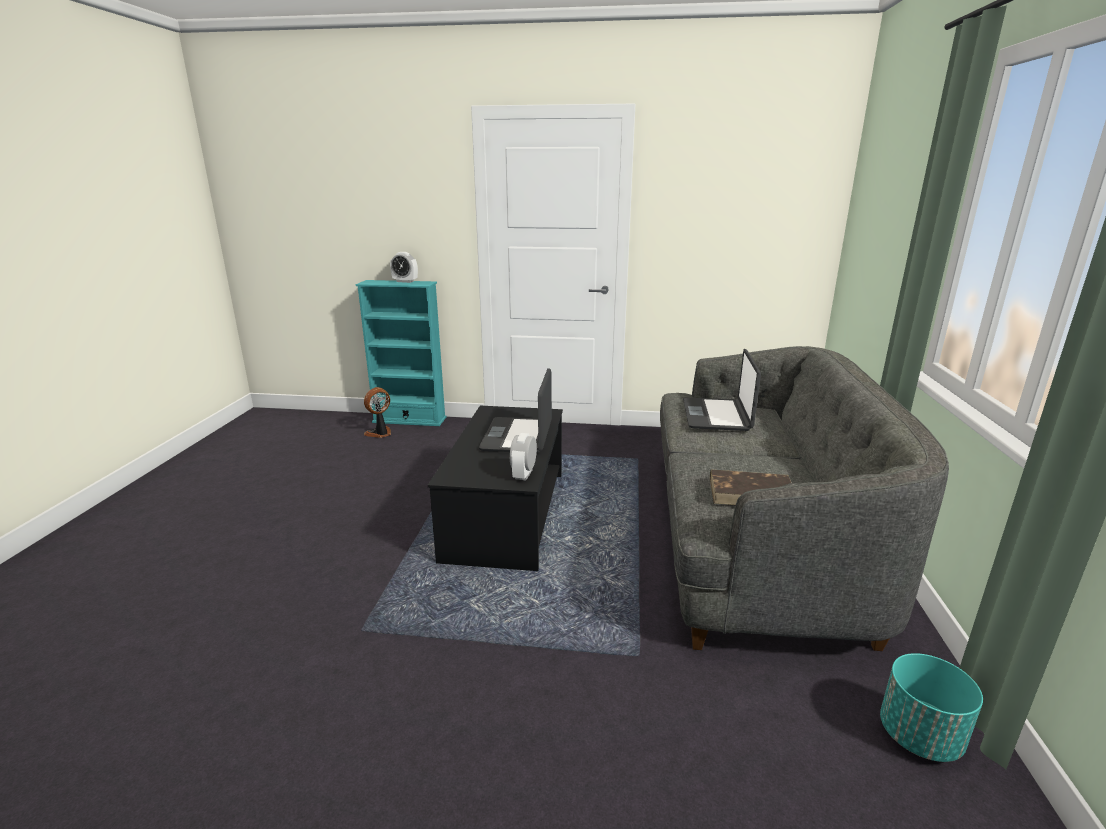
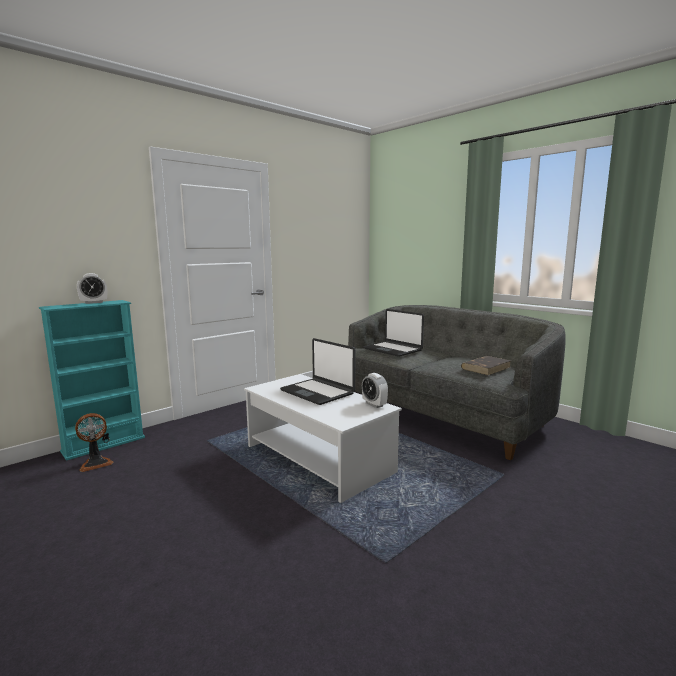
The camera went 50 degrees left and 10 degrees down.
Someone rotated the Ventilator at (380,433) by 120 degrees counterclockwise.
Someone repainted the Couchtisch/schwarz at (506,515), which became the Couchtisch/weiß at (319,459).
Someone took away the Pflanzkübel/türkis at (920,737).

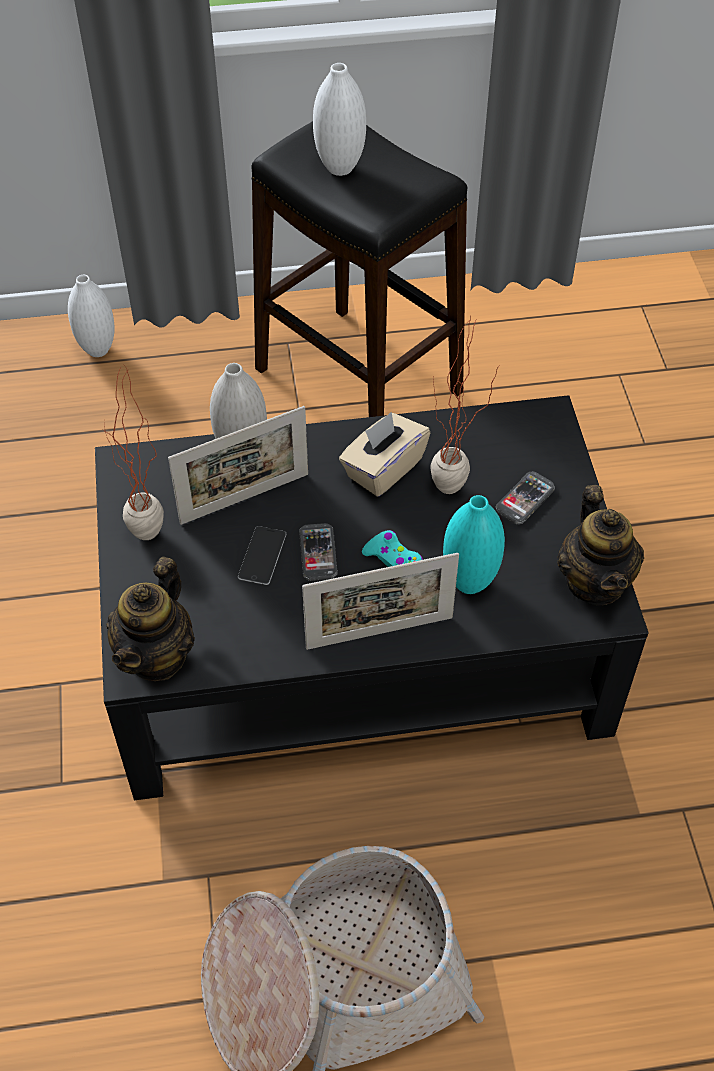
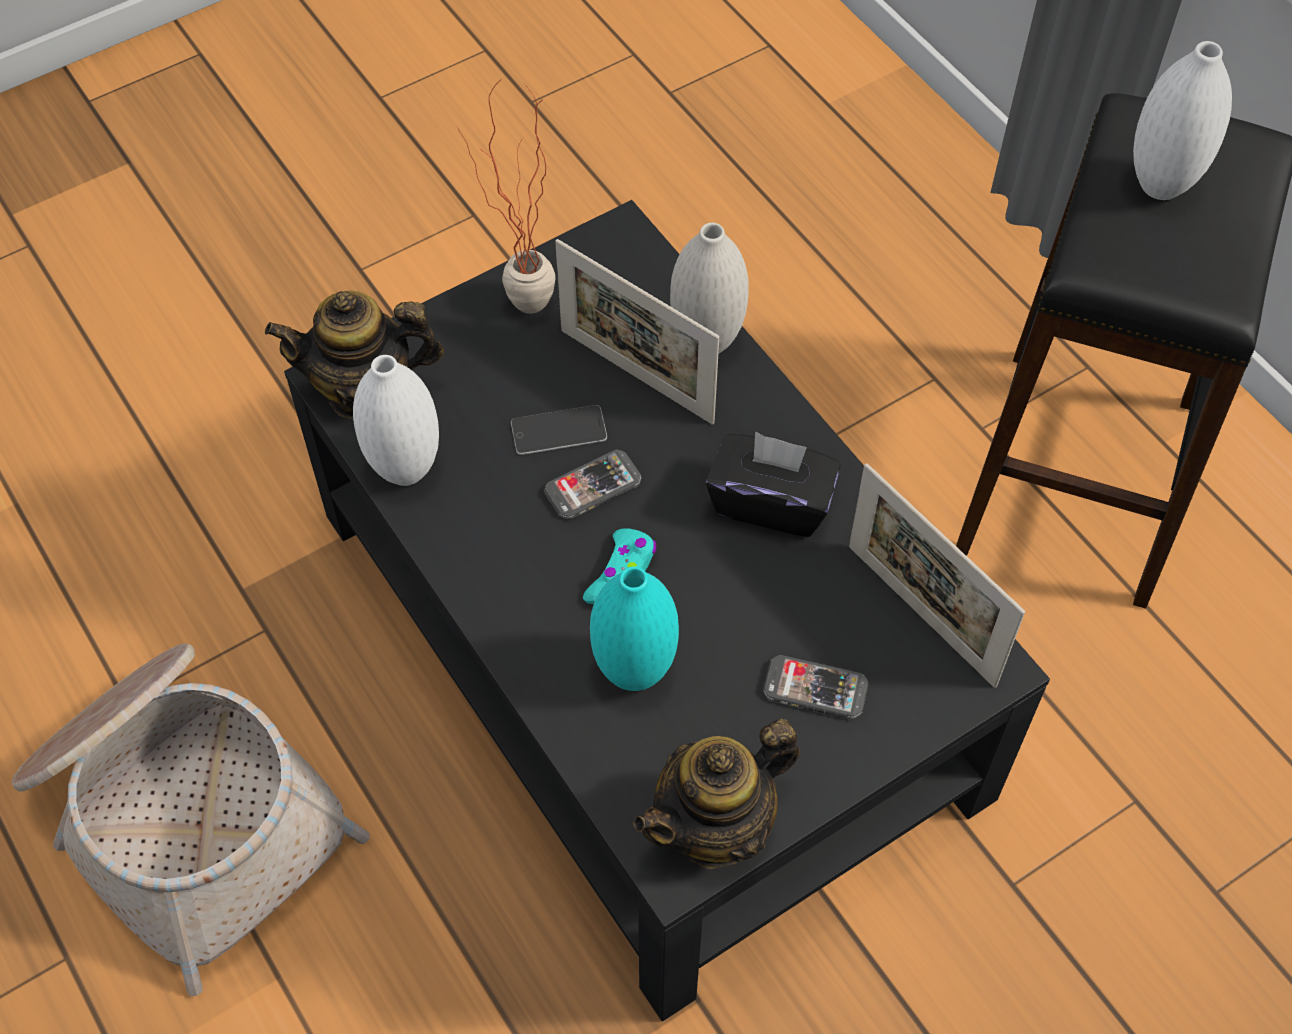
The camera went 65 degrees right and 5 degrees up.
Someone carried the Vase/weiß from (98,350) to (406,470).
Someone took away the Topfpflanze at (453,496).
Someone repainted the Taschentuchbox/beige at (383,468), which became the Taschentuchbox/schwarz at (771,502).
Someone carried the Bilderrahmen from (379,633) to (921,614).

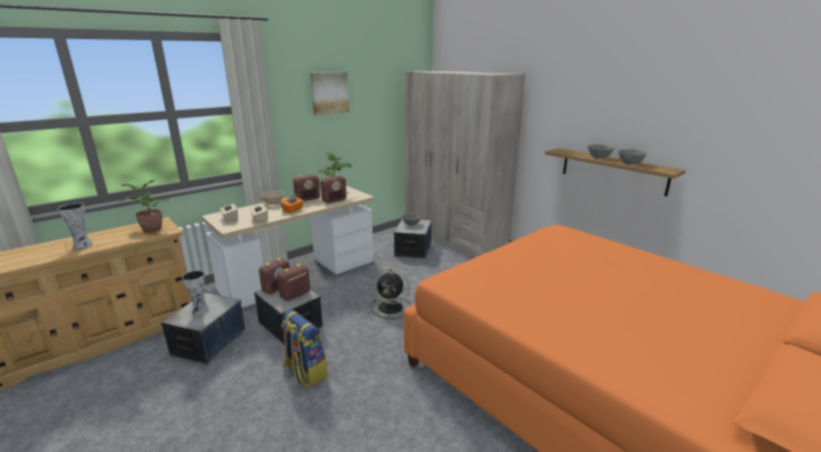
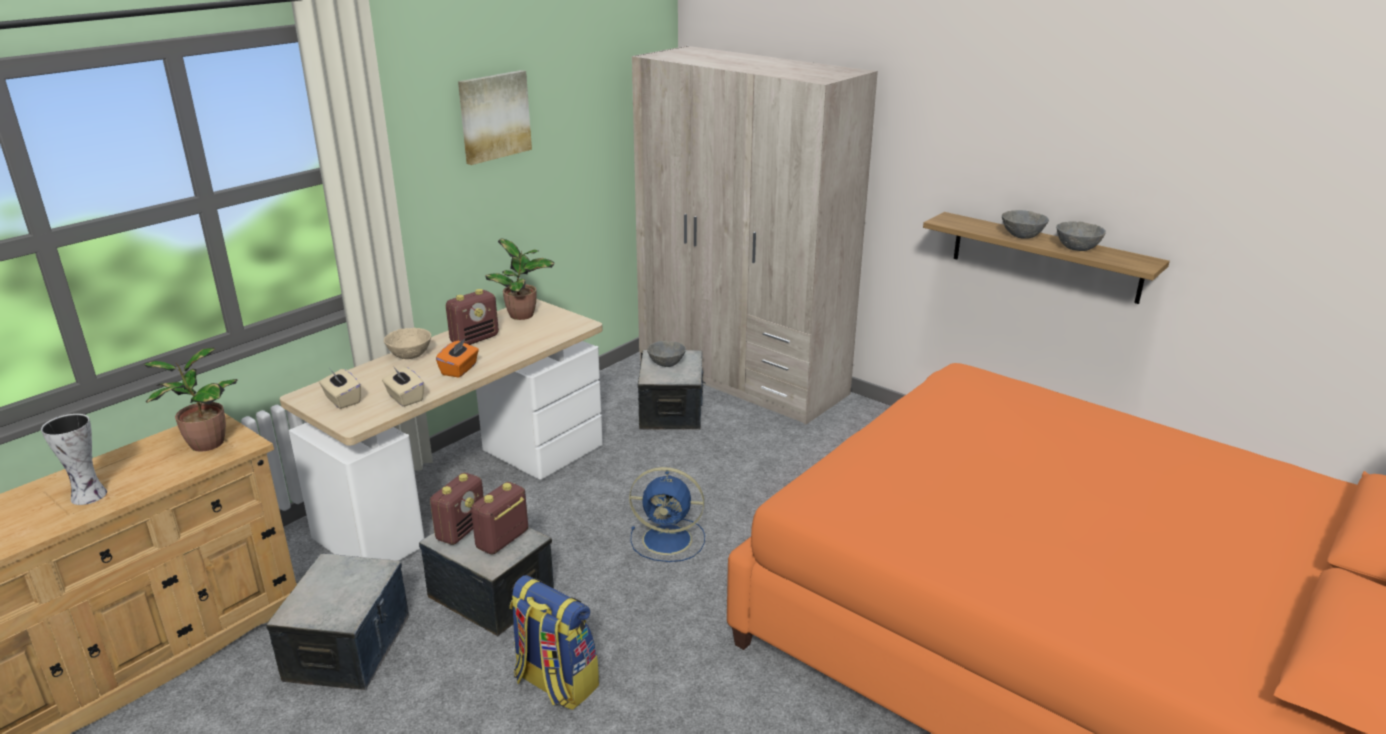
The camera went 10 degrees left and 5 degrees up.
Someone took away the Radio at (334,200).
Someone repainted the Ventilator/schwarz at (391,308), which became the Ventilator/blau at (669,540).
Someone took away the Vase at (201,310).

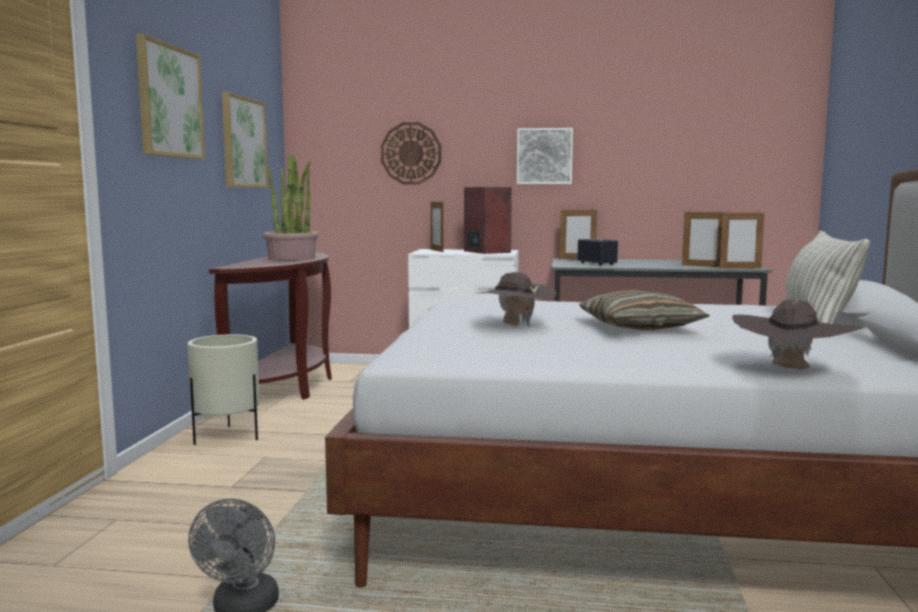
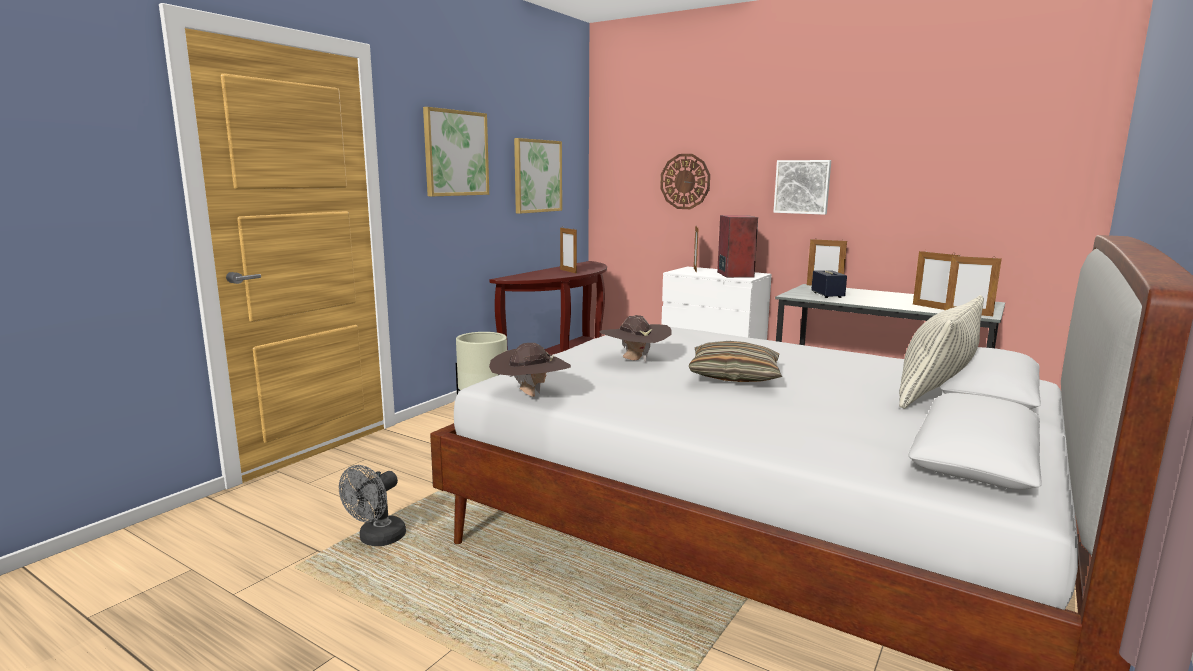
The camera went 25 degrees right and 5 degrees up.
Someone swapped the Topfpflanze at (292,258) for the Bilderrahmen at (568,271).
Someone carried the Hut/braun from (791,371) to (530,396).

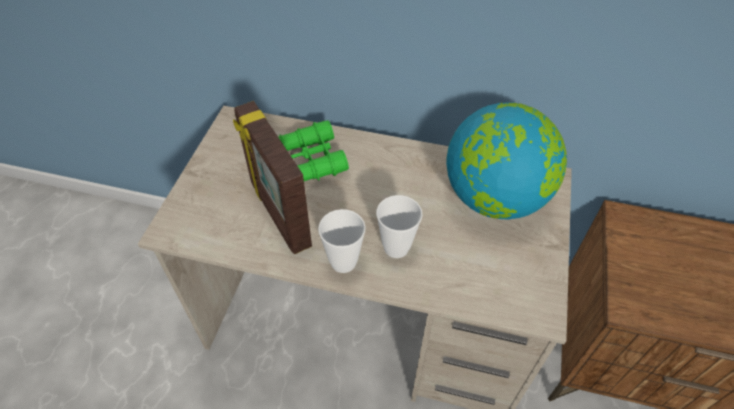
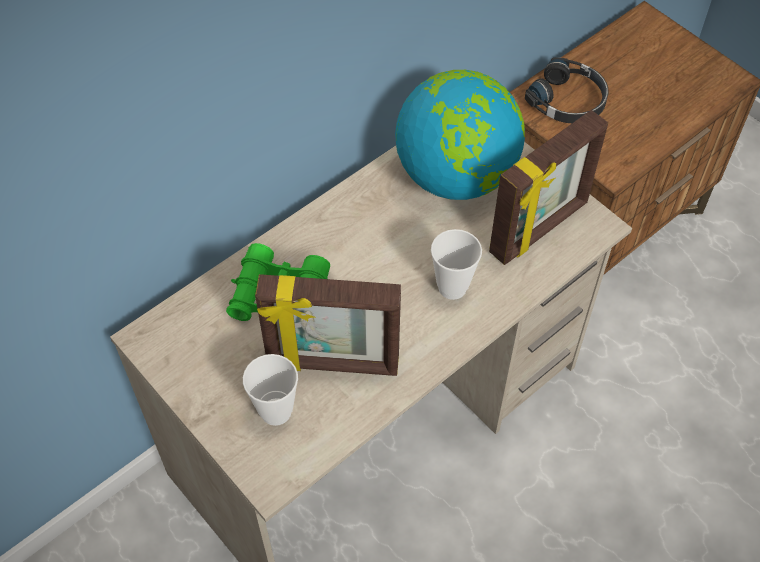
The camera went 55 degrees left and 5 degrees up.
Someone carried the Tasse from (343,262) to (276,411).
Someone put down the Kopfhörer/schwarz at (568,101).
Someone put down the Bilderrahmen at (540,229).

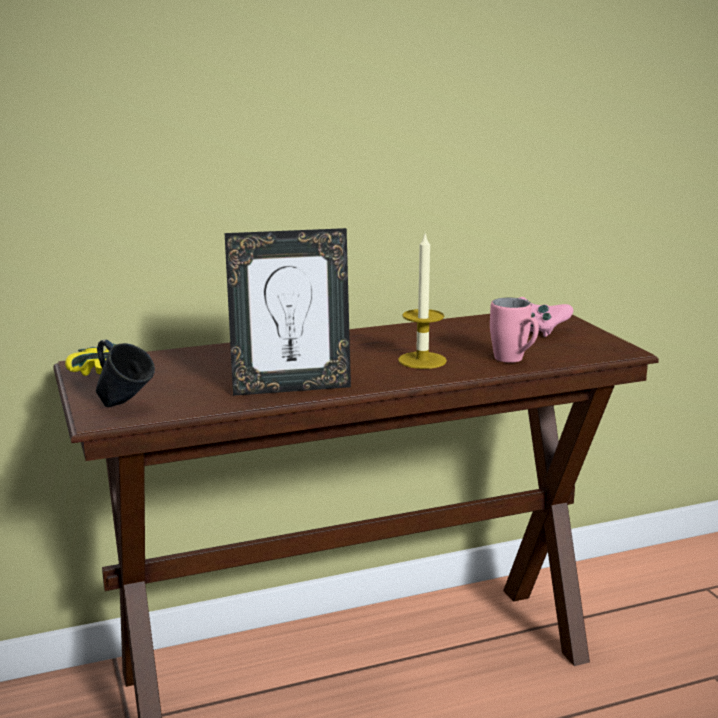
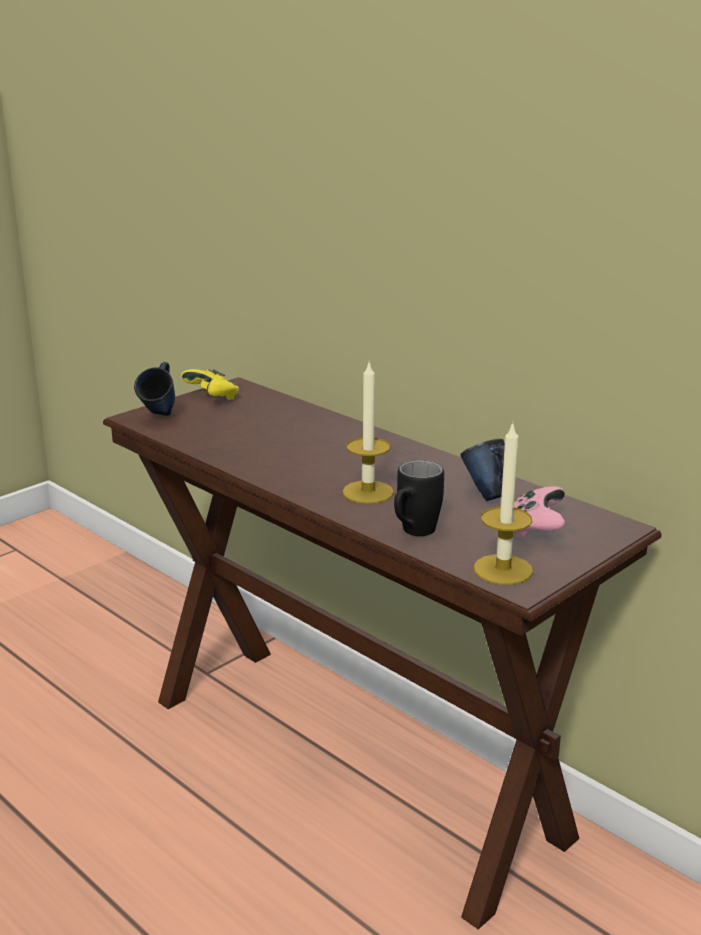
The camera went 65 degrees right and 5 degrees up.
Someone took away the Bilderrahmen at (291,387).
Someone repainted the Henkelbecher/rosa at (514,361), which became the Henkelbecher/schwarz at (413,533).
Someone put down the Kerze at (503,569).
Someone put down the Henkelbecher/blau at (487,496).

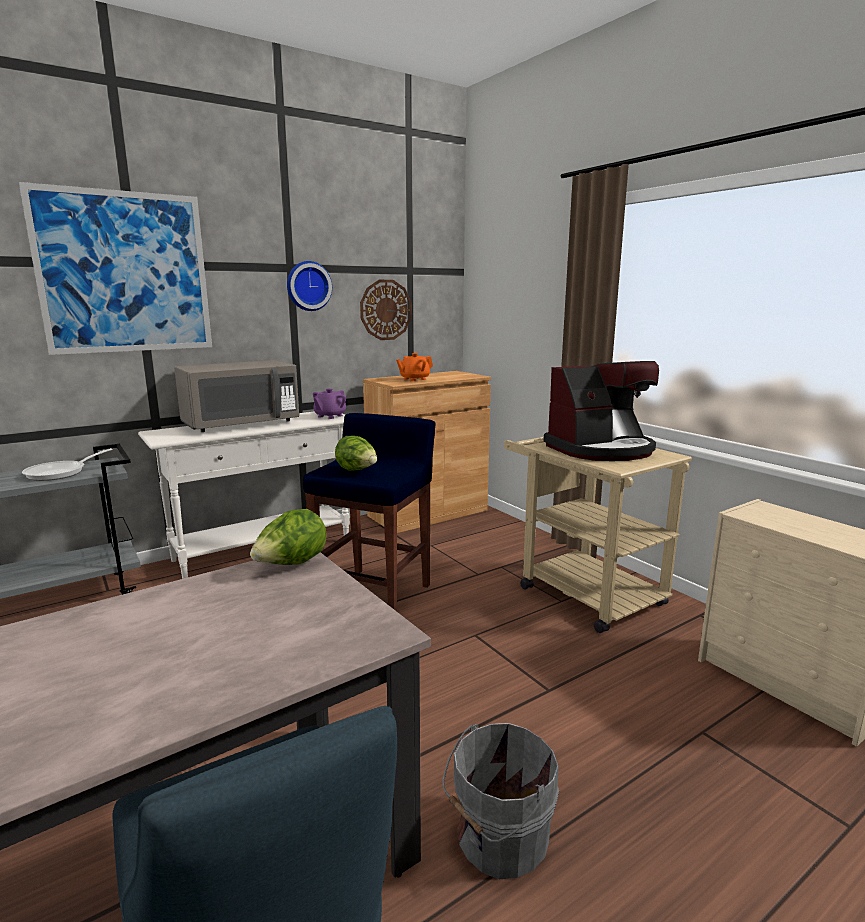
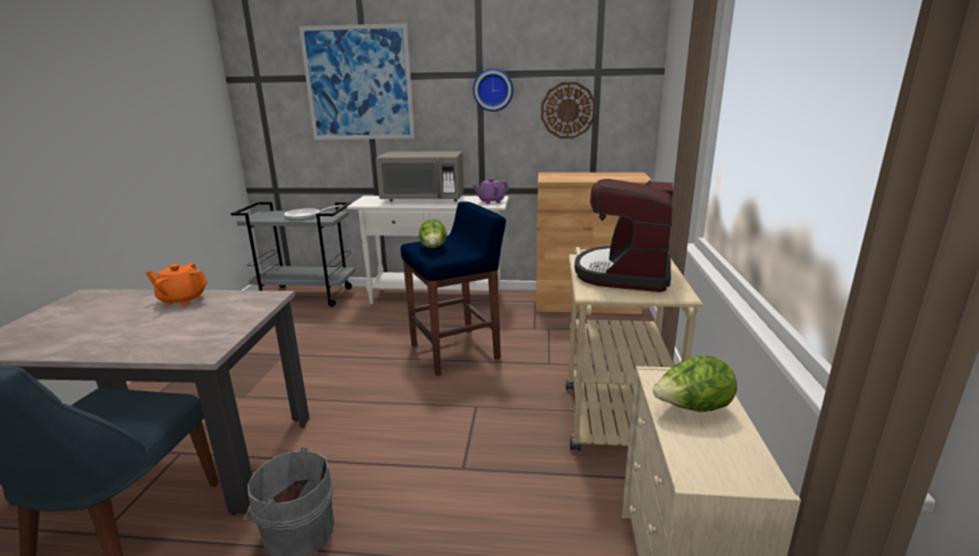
The camera went 40 degrees right and 5 degrees up.
Someone carried the Teekanne/orange from (414,379) to (182,300).
Someone rotated the Kaffeemaschine at (601,449) by 90 degrees clockwise.
Someone carried the Salatkopf from (291,565) to (692,409).

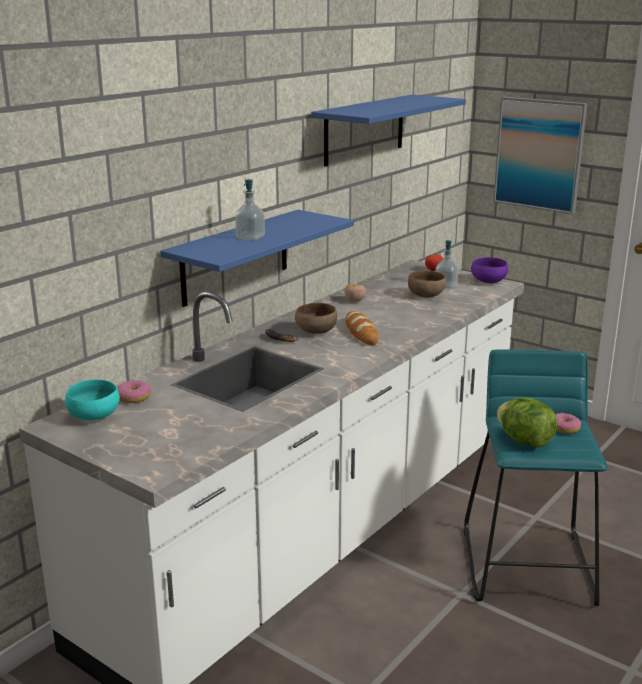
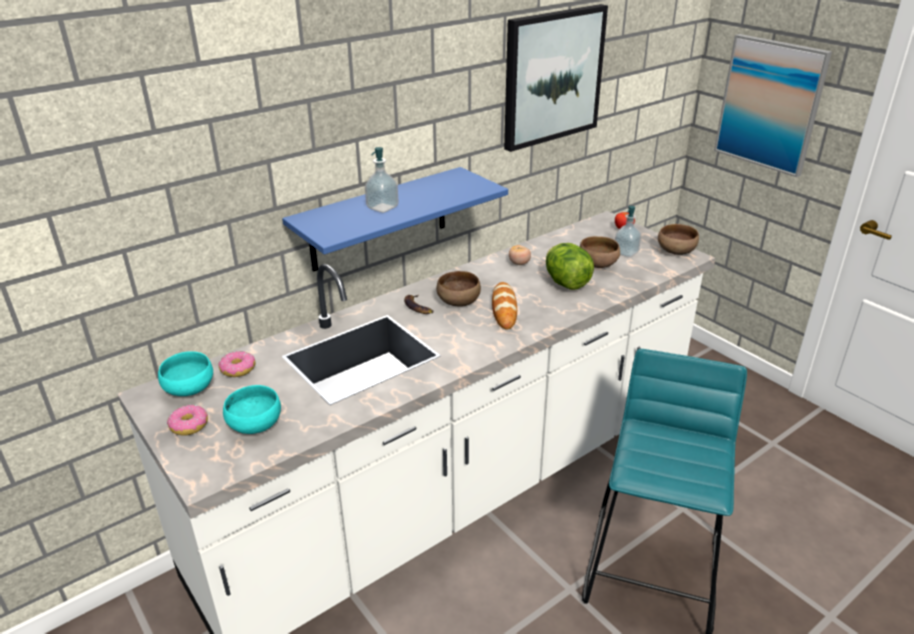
The camera went 15 degrees right and 10 degrees up.
Someone swapped the Wandregal/blau at (364,129) for the Bild at (552,76).
Someone repainted the Schüssel/lila at (488,282), which became the Schüssel/braun at (675,252).
Someone carried the Salatkopf from (524,441) to (566,283).
Someone carried the Donut from (564,428) to (189,426).
Someone put down the Schüssel/türkis at (254,425).

